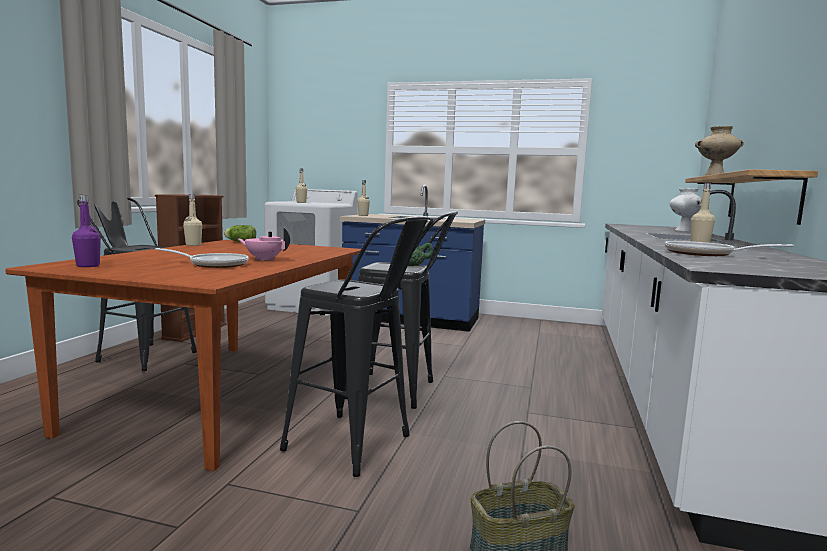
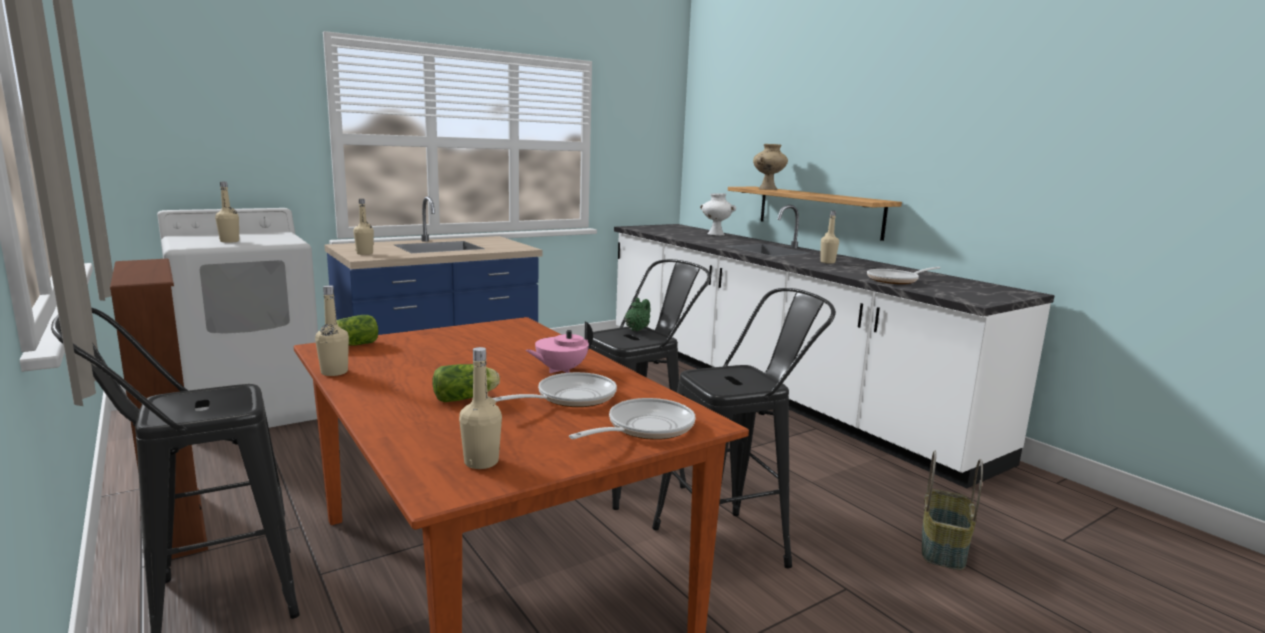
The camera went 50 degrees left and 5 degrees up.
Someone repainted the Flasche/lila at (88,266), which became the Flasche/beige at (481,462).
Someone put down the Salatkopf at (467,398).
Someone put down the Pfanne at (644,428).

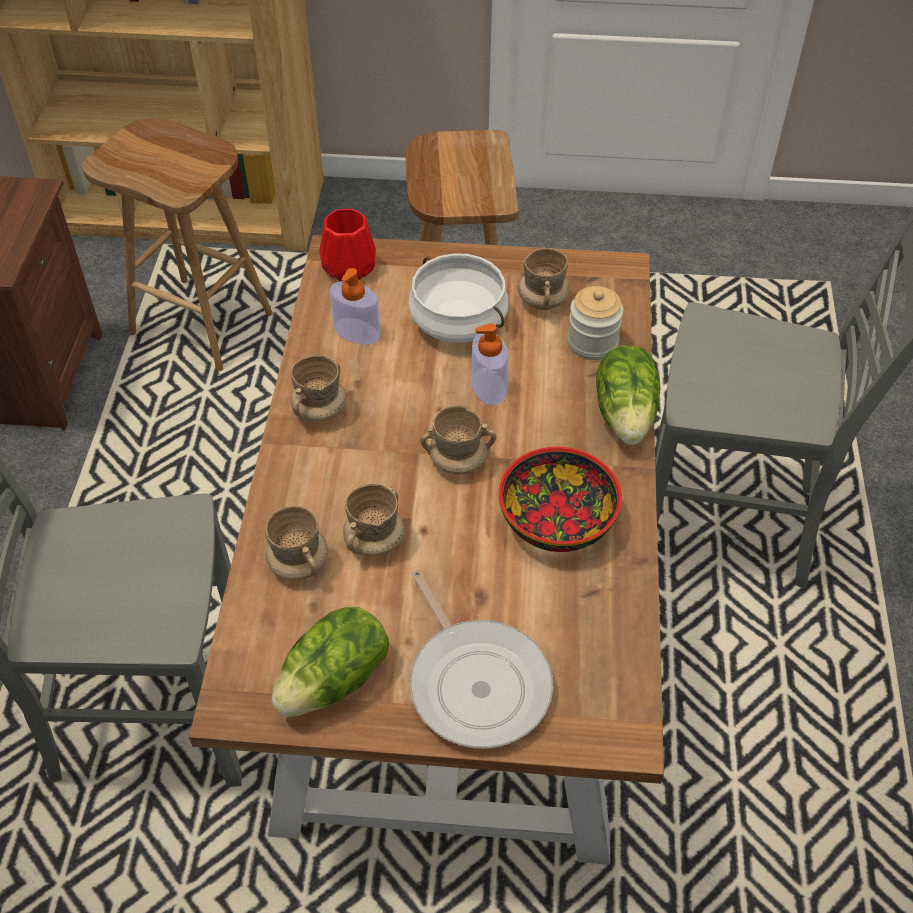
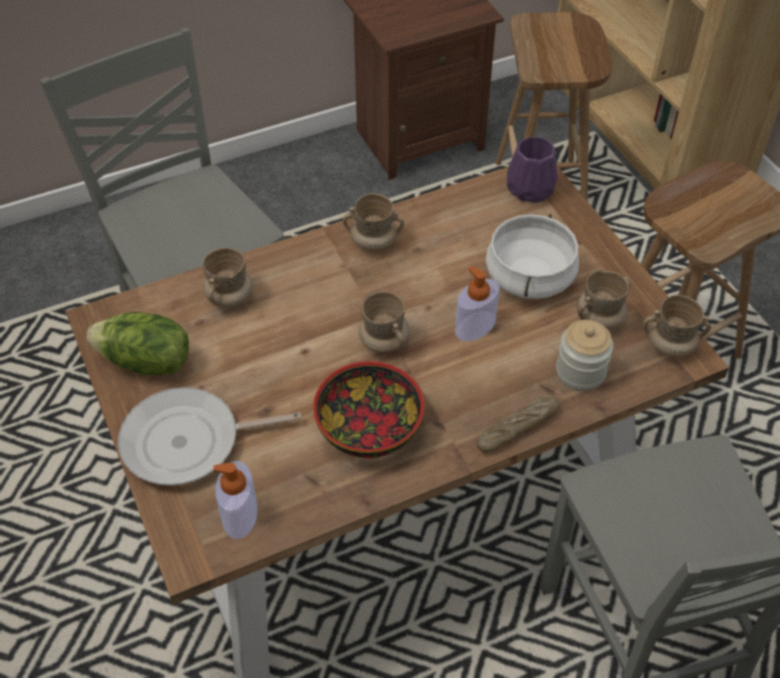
The camera went 60 degrees right and 0 degrees up.
Someone repainted the Vase/rot at (350,267), which became the Vase/lila at (531,190).
Someone carried the Seifenspender from (356,331) to (240,514).
Someone swapped the Salatkopf at (626,414) for the Brot at (517,428).
Someone carried the Henkelbecher/beige from (374,542) to (670,346).
Someone rotated the Pfanne at (476,681) by 45 degrees clockwise.

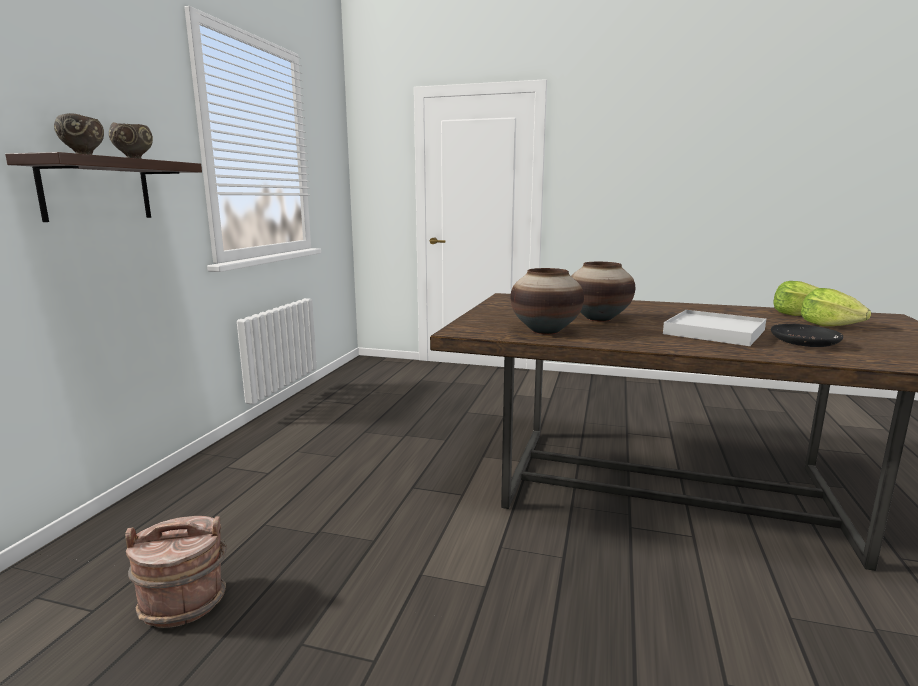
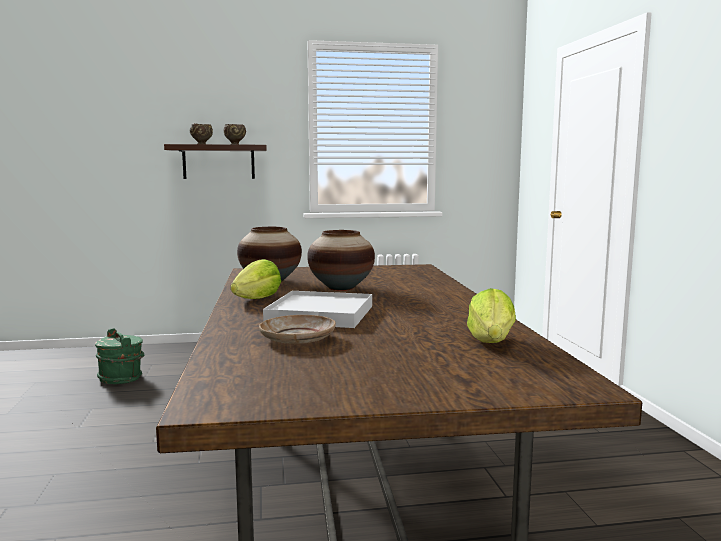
The camera went 65 degrees right and 5 degrees down.
Someone carried the Salatkopf from (829,325) to (257,299).
Someone repainted the Teller/schwarz at (804,343), which became the Teller/beige at (298,338).
Someone repainted the Eimer/braun at (184,602), which became the Eimer/grün at (121,378).

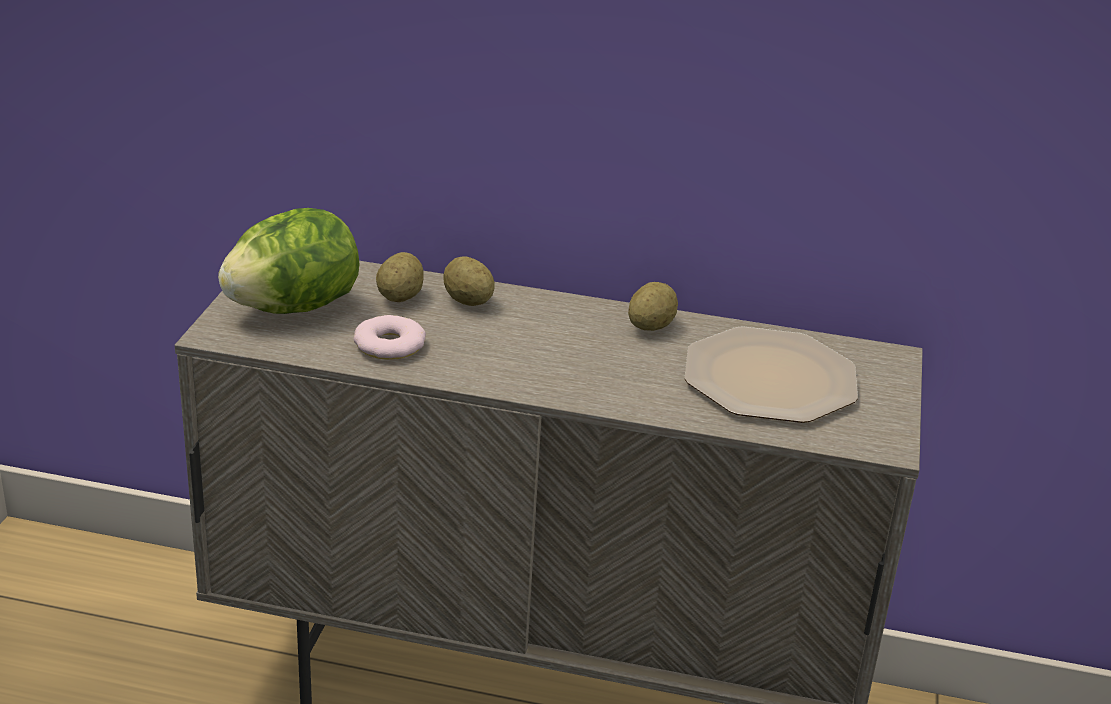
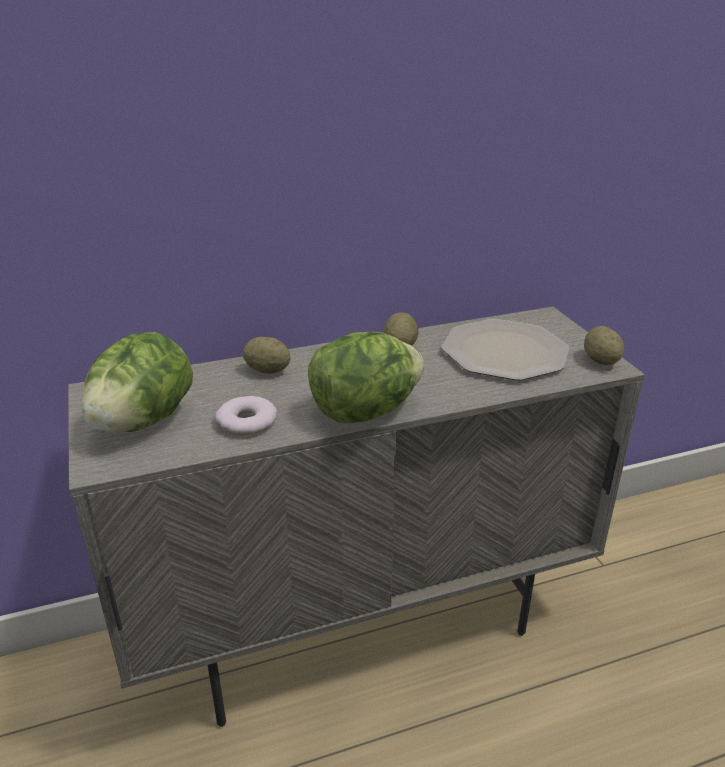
The camera went 30 degrees left and 0 degrees up.
Someone carried the Kartoffel from (400,297) to (600,361).
Someone put down the Salatkopf at (365,412).

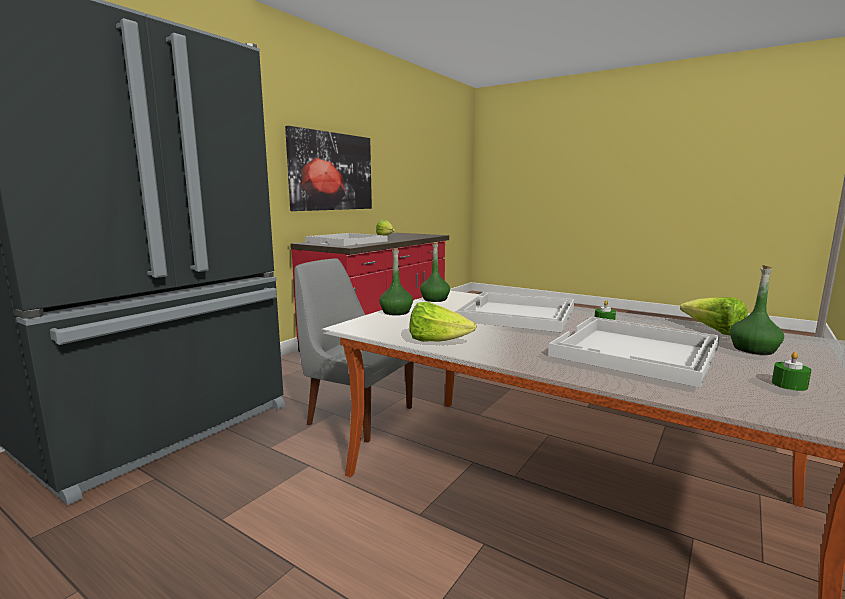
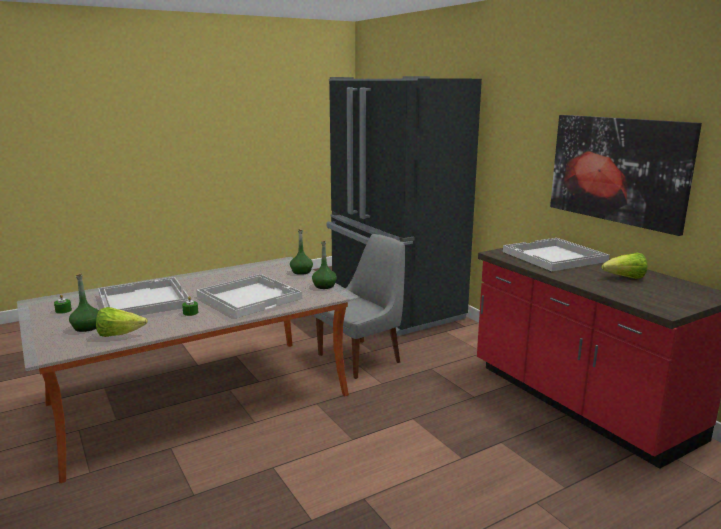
The camera went 115 degrees right and 5 degrees up.
Someone took away the Salatkopf at (437,342).

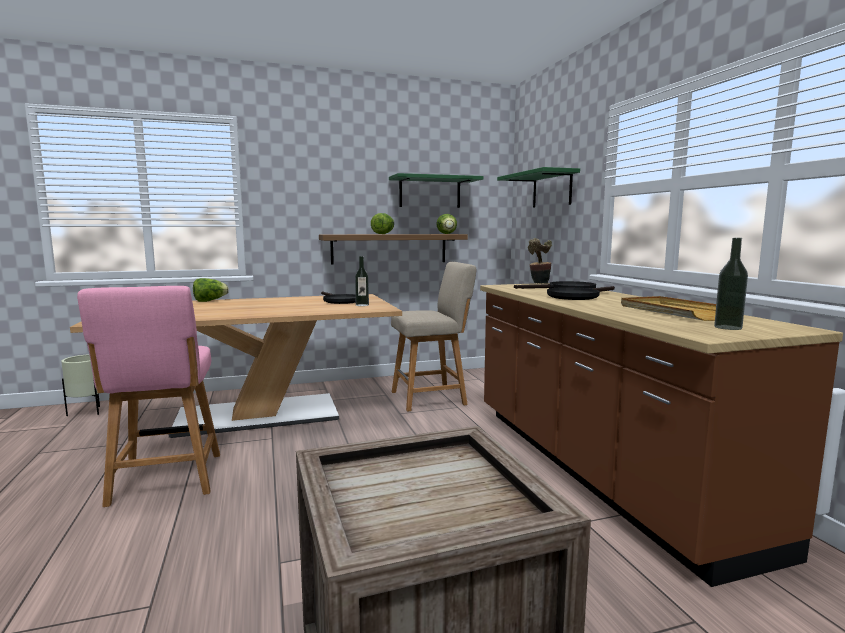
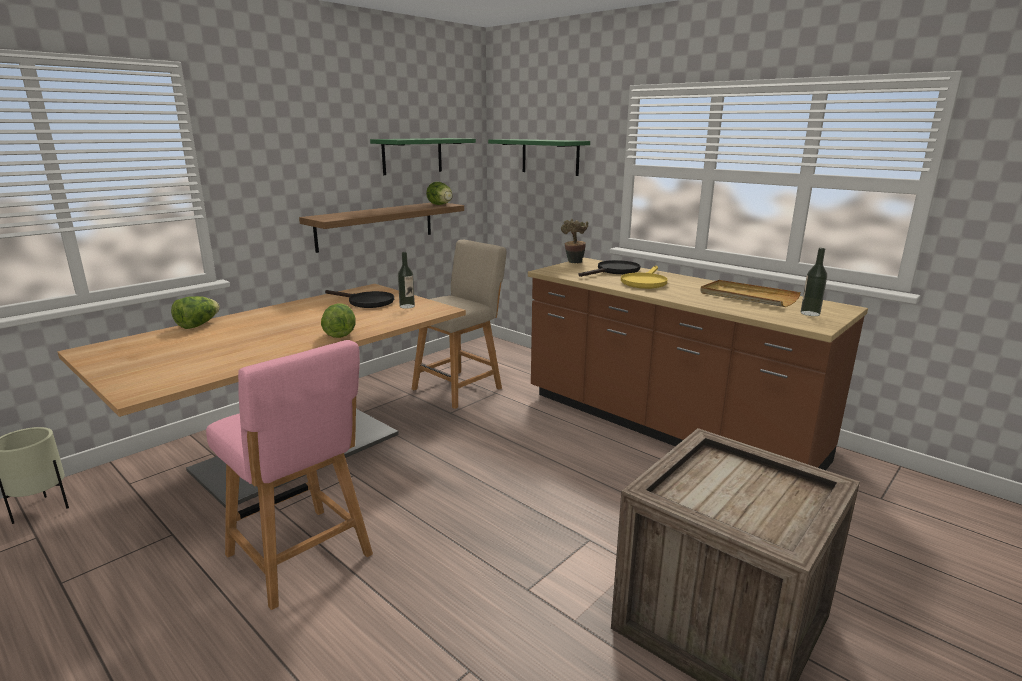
The camera went 30 degrees left and 10 degrees up.
Someone carried the Salatkopf from (383,234) to (340,333).
Someone repainted the Pfanne/schwarz at (577,296), which became the Pfanne/gelb at (644,282).

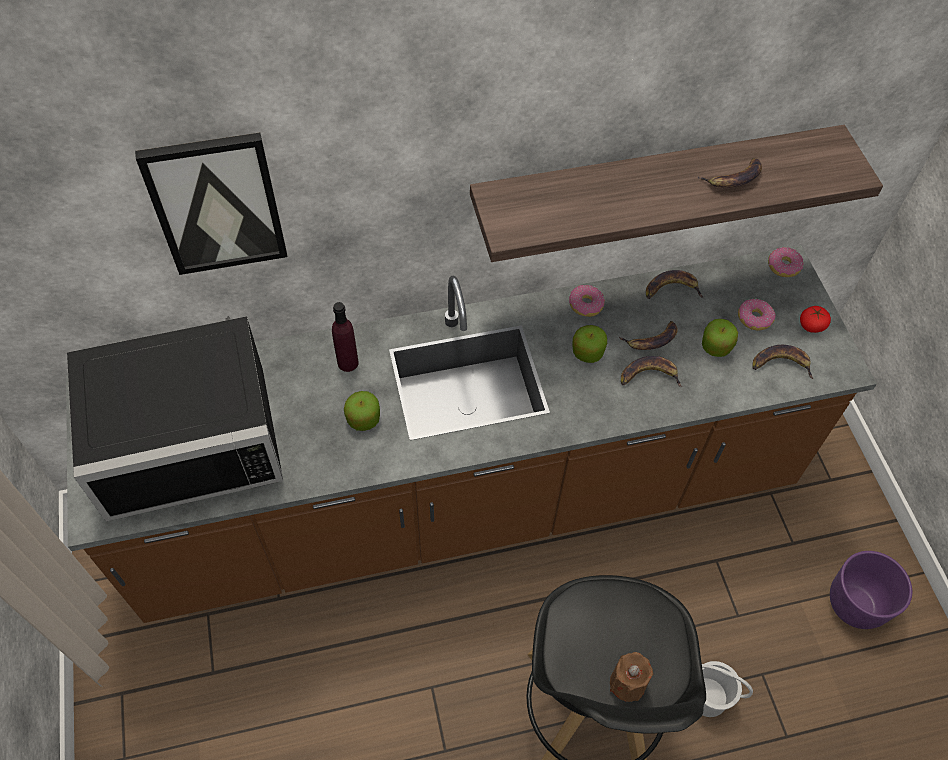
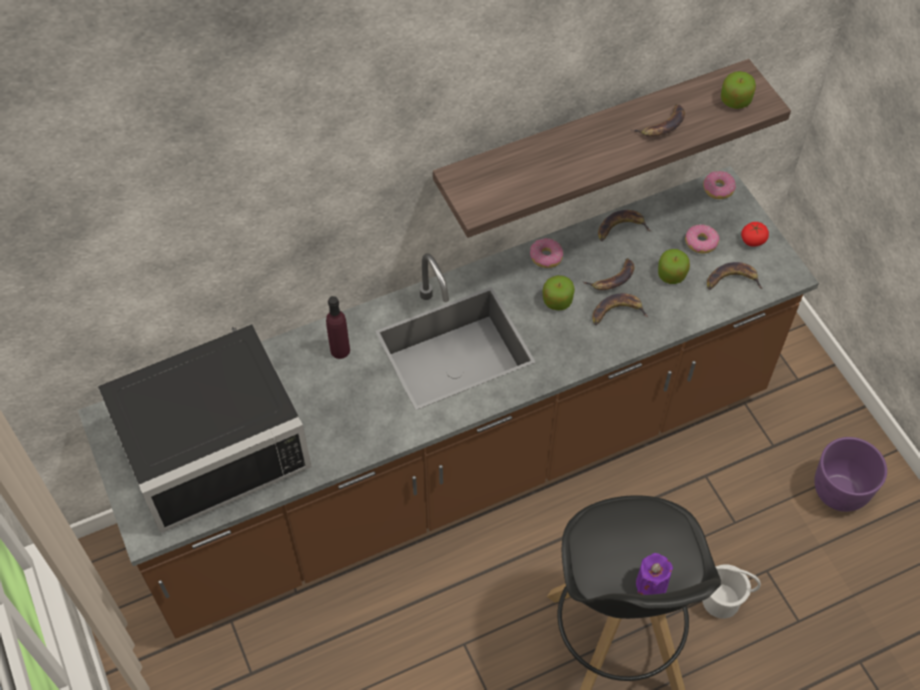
The camera went 10 degrees left and 0 degrees up.
Someone took away the Bild at (216,204).
Someone carried the Apfel from (363,419) to (735,100).
Someone repainted the Kerze/braun at (627,683), which became the Kerze/lila at (651,584).

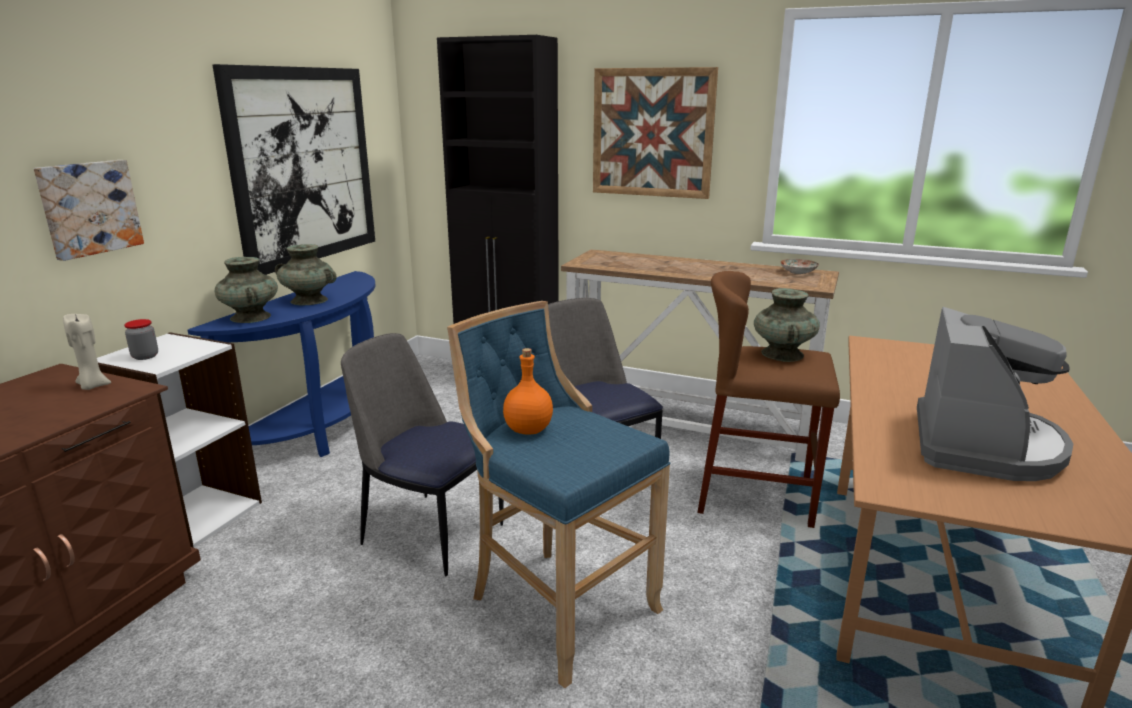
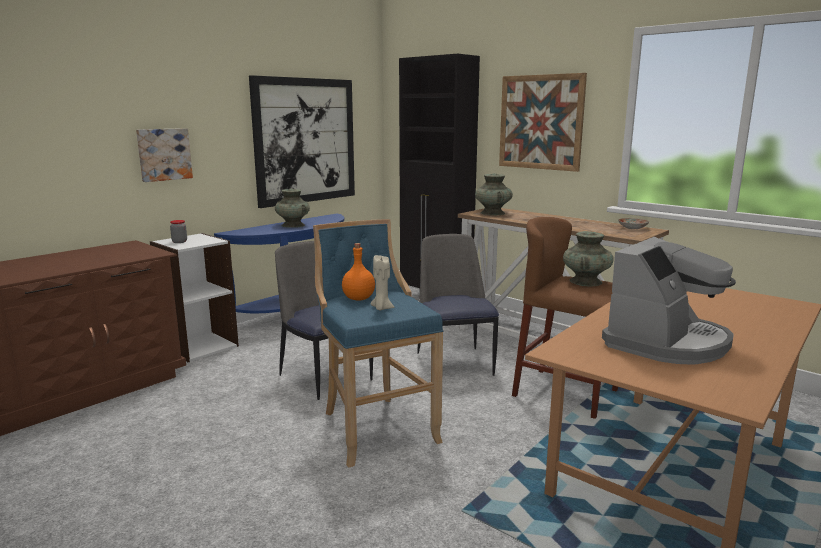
The camera went 20 degrees right and 5 degrees down.
Someone carried the Vase/türkis from (250,317) to (492,213).
Someone carried the Kerze/beige from (92,386) to (381,308).

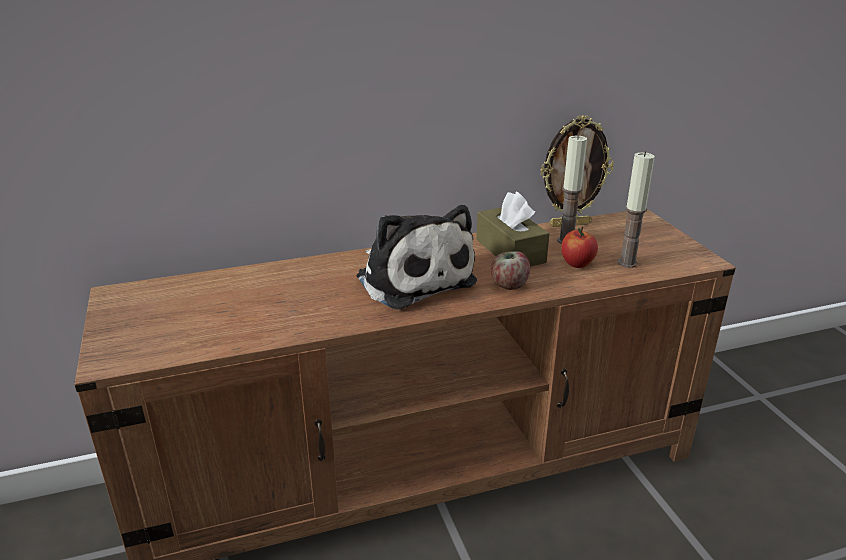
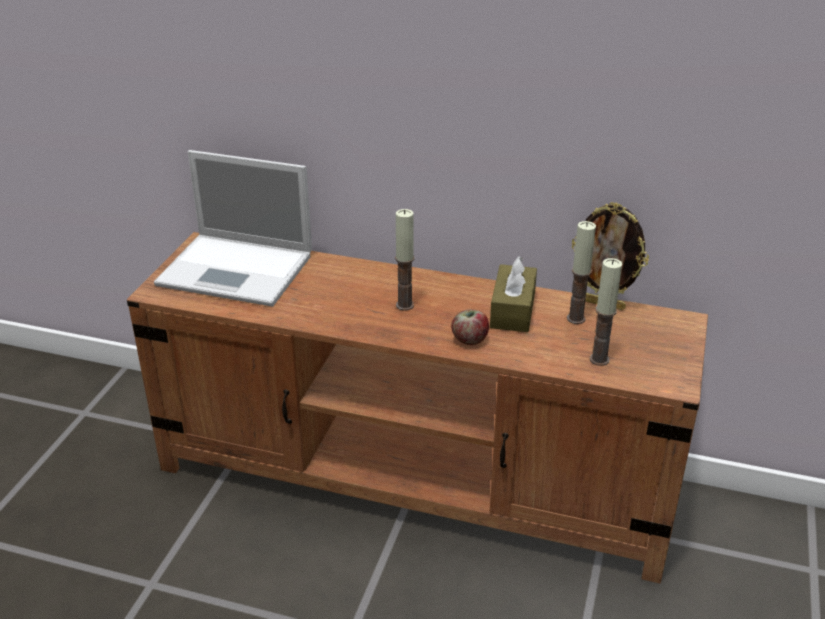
The camera went 35 degrees right and 5 degrees up.
Someone swapped the Plüschtier at (412,278) for the Kerze at (404,305).
Someone took away the Apfel at (577,264).
Someone put down the Laptop at (238,270).

